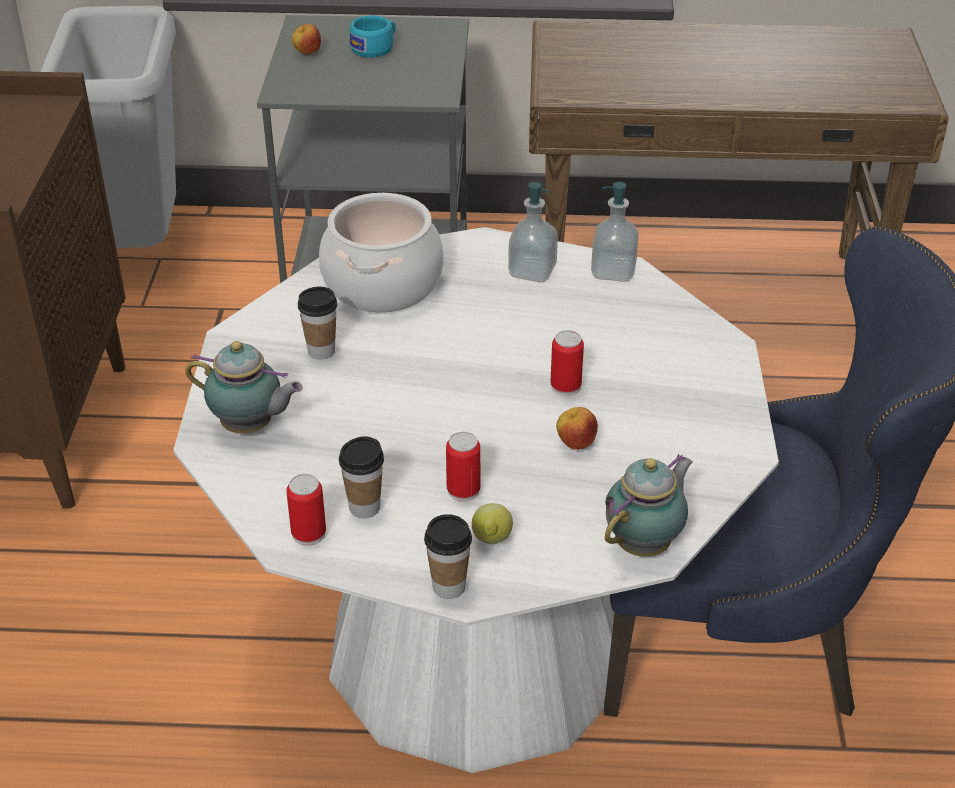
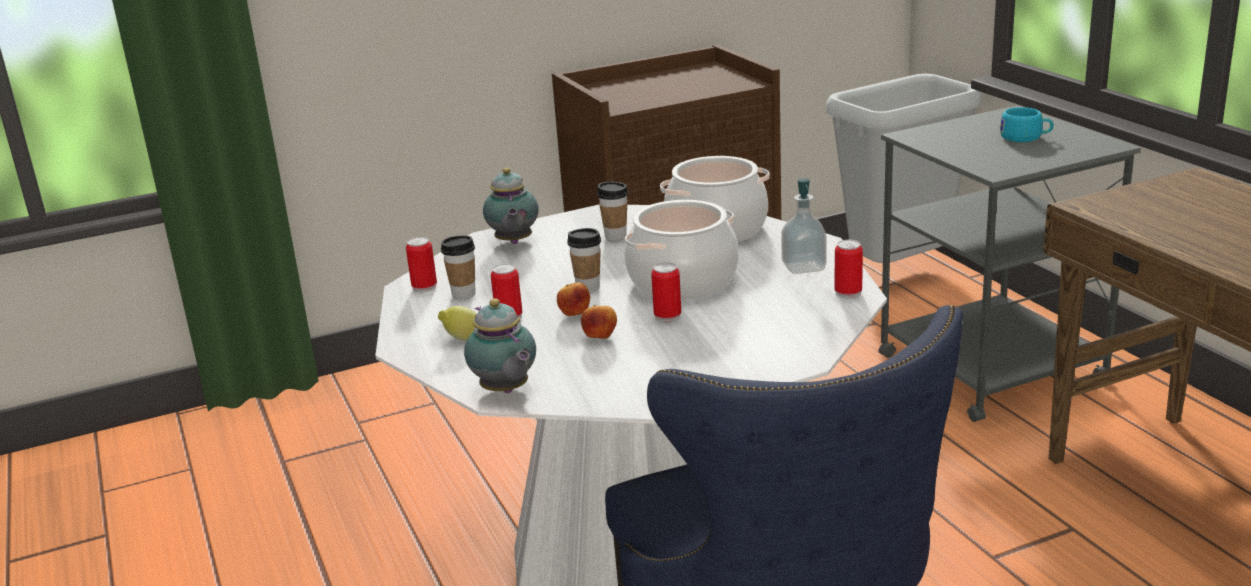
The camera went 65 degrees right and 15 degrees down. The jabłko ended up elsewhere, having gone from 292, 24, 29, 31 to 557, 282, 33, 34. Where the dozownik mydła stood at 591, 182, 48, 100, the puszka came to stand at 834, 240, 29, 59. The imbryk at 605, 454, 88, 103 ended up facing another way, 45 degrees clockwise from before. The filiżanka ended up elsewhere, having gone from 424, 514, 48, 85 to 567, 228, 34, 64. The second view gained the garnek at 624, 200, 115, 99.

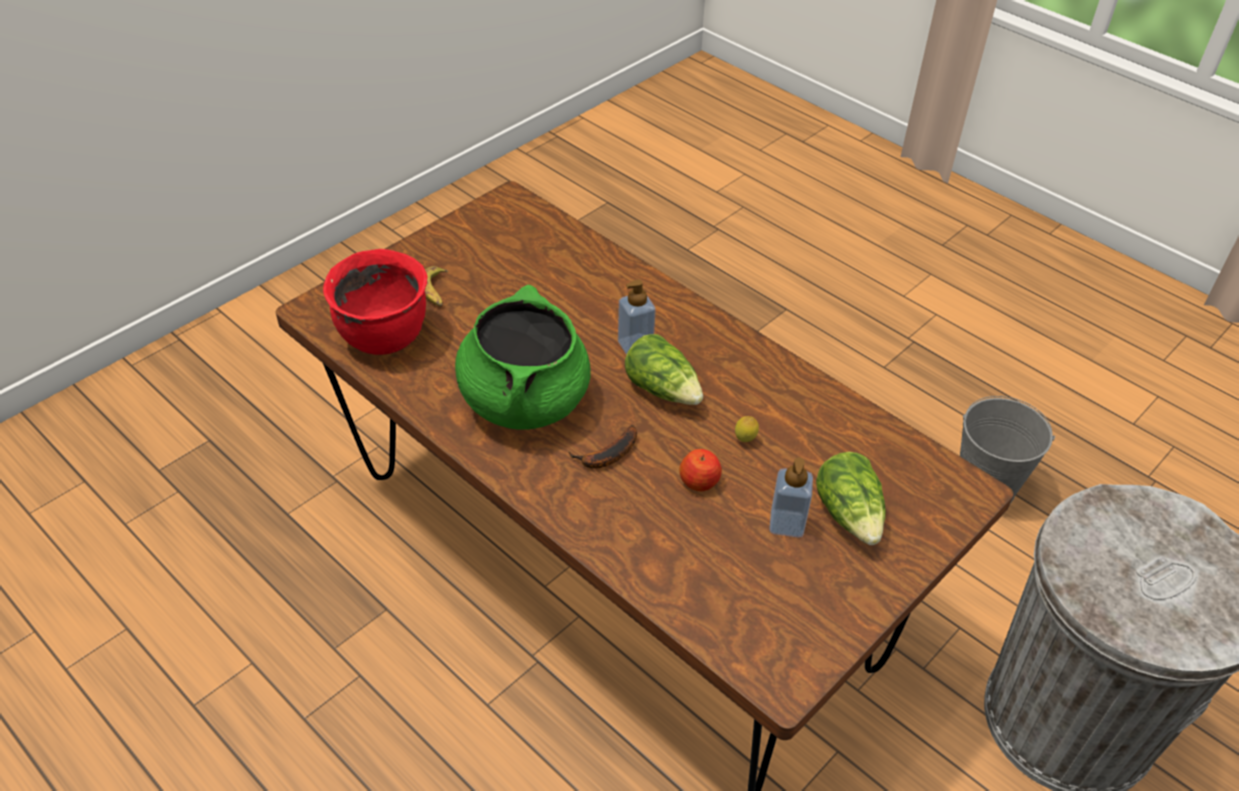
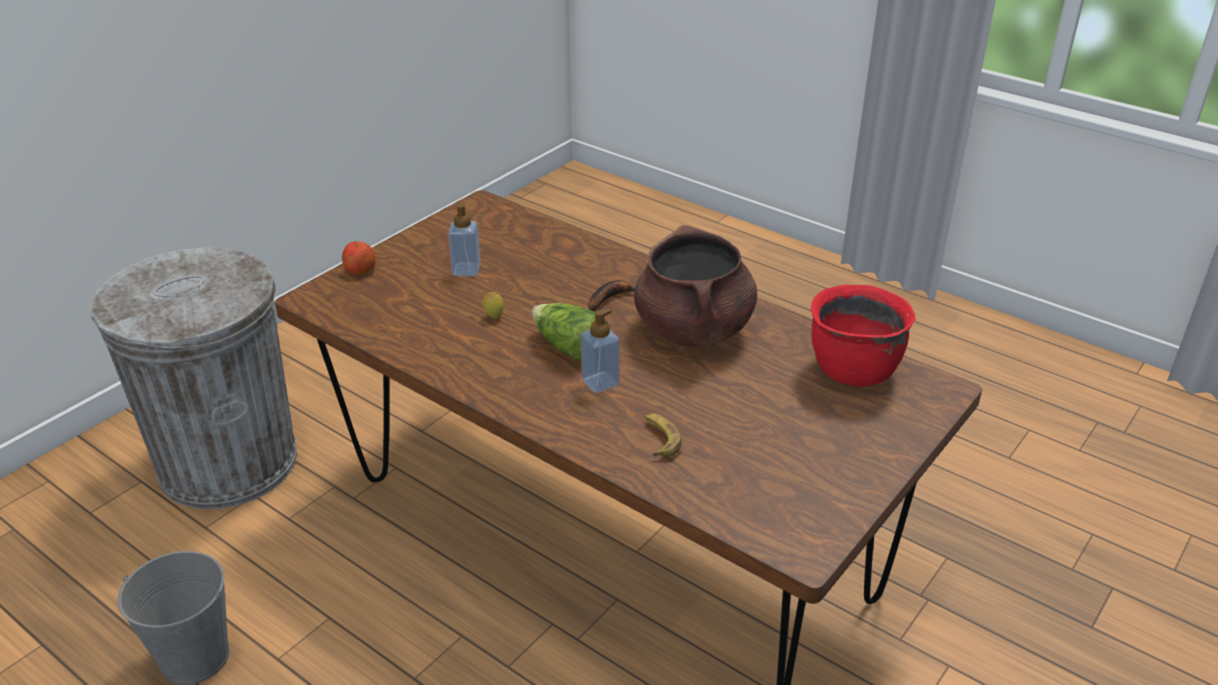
The camera went 175 degrees right and 10 degrees down. The banan ended up elsewhere, having gone from 425, 266, 24, 41 to 644, 413, 38, 44. What was the garnek/zielony at 455, 285, 136, 145 turned into the garnek/brązowy at 634, 225, 123, 122. The jabłko ended up elsewhere, having gone from 679, 449, 43, 42 to 342, 241, 34, 34. The second view lost the sałata at 816, 452, 70, 93.

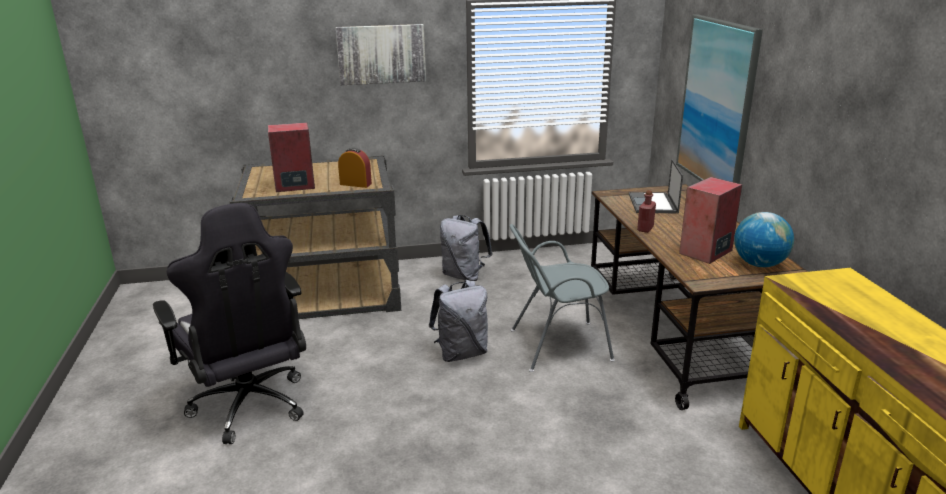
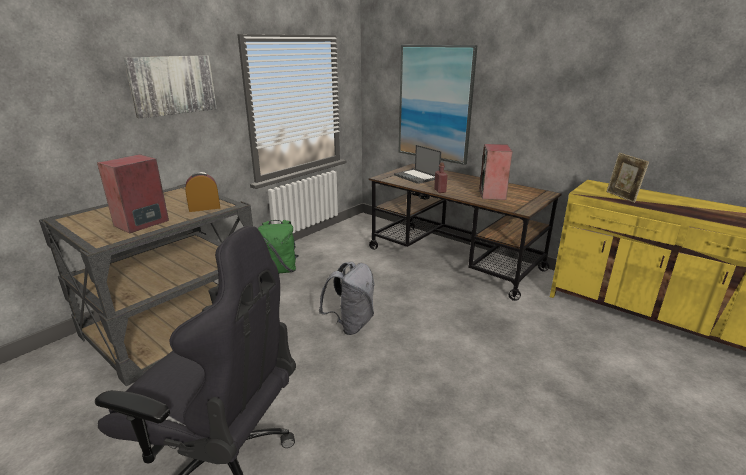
The camera went 40 degrees left and 0 degrees up. The second view lost the globus at 734, 212, 60, 55. What was the plecak/szary at 440, 215, 53, 66 turned into the plecak/zielony at 258, 220, 41, 53. The second view lost the krzesło/szary at 509, 224, 106, 148. The second view gained the ramka na zdjęcie at 606, 153, 43, 50.

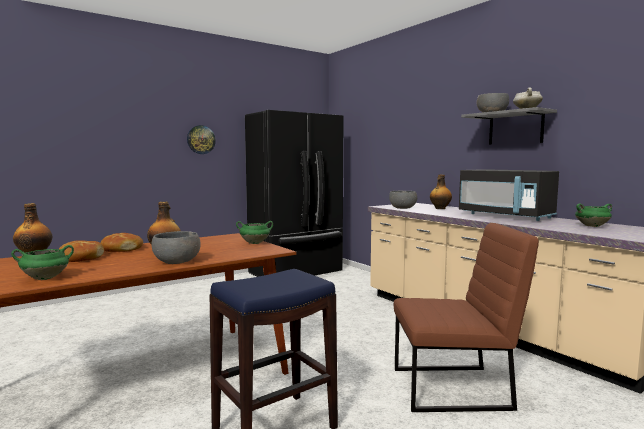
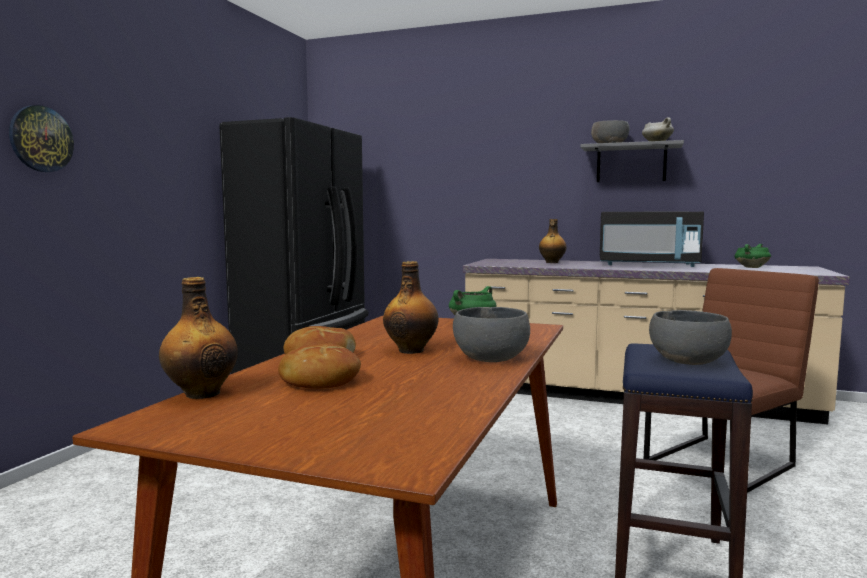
The camera went 35 degrees left and 0 degrees up. The zegar ścienny ended up elsewhere, having gone from 187, 125, 29, 29 to 9, 105, 65, 67. The miska/szary ended up elsewhere, having gone from 389, 191, 28, 18 to 649, 310, 83, 55. The second view lost the garnek/zielony at 11, 245, 63, 35.

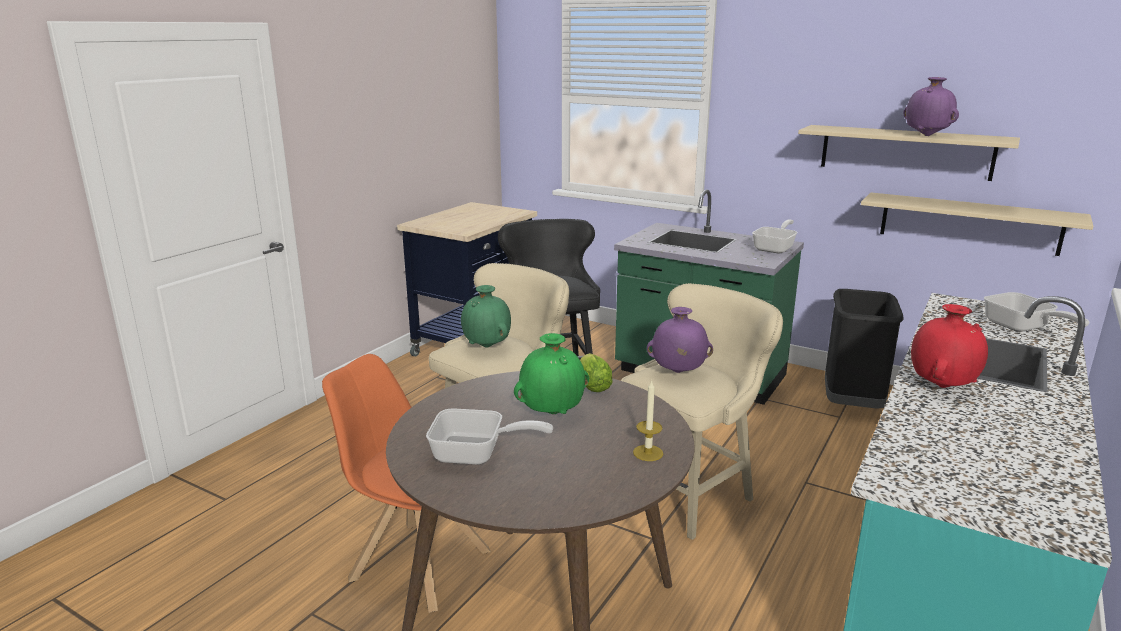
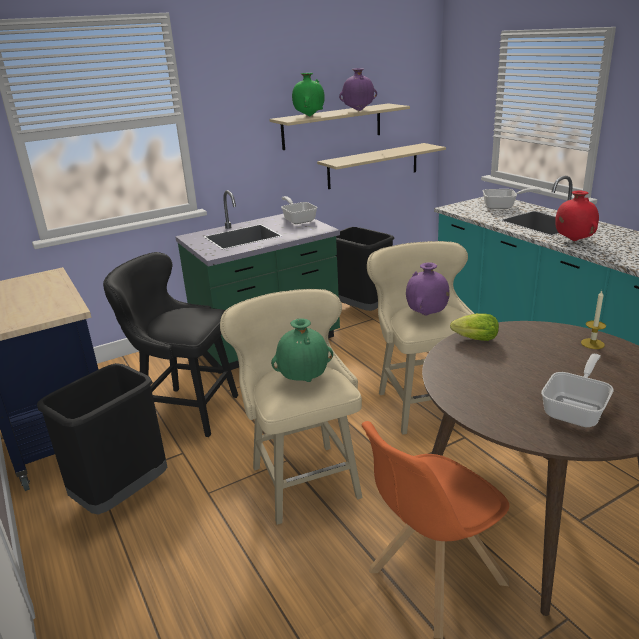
The camera went 60 degrees left and 5 degrees up. The wazon/zielony ended up elsewhere, having gone from 514, 333, 75, 81 to 292, 73, 33, 43. The second view gained the kosz na śmieci/czarny at 37, 363, 130, 152.

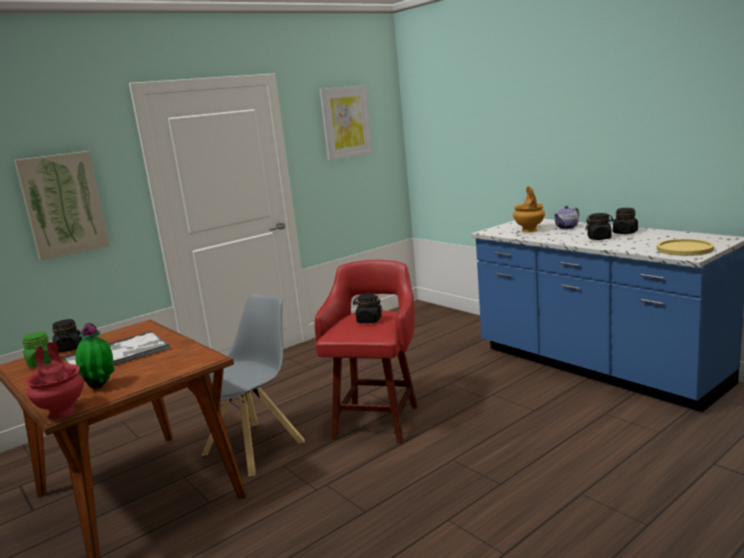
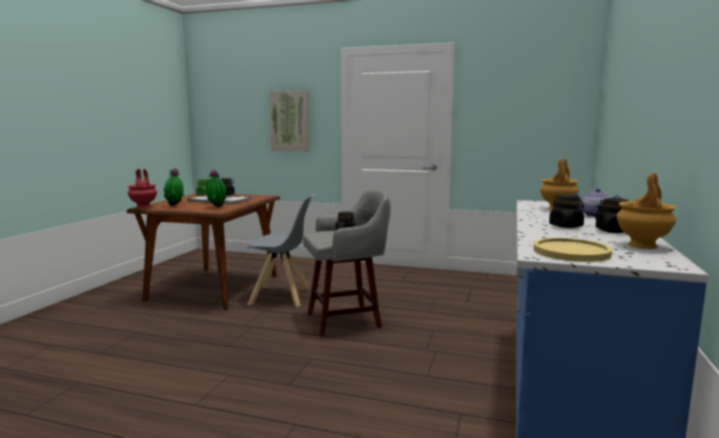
The camera went 55 degrees right and 5 degrees down. The second view lost the obraz at 319, 85, 54, 75. What was the stołek/czerwony at 315, 260, 103, 183 turned into the stołek/szary at 303, 190, 88, 146. The second view gained the roślina doniczkowa at 206, 169, 21, 38. The second view gained the wazon/brązowy at 616, 173, 61, 76.

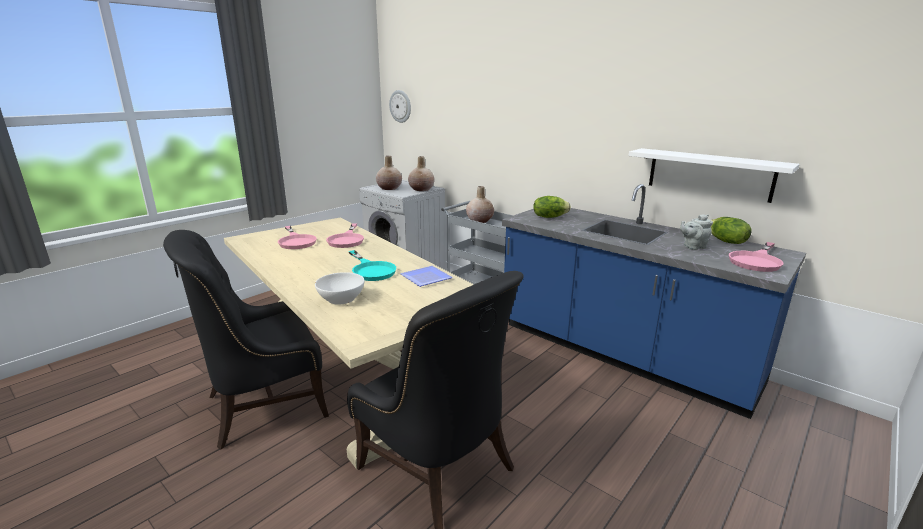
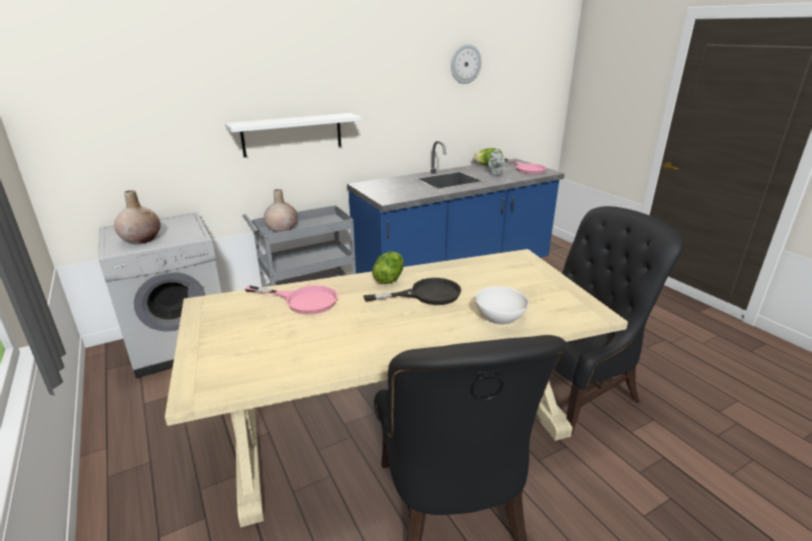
The camera went 70 degrees left and 5 degrees up. The zegar ścienny ended up elsewhere, having gone from 389, 90, 22, 33 to 451, 44, 30, 40. The półka/biały ended up elsewhere, having gone from 629, 148, 171, 55 to 225, 113, 137, 44. The second view lost the wazon/beżowy at 408, 156, 27, 35. The sałata ended up elsewhere, having gone from 533, 196, 38, 22 to 372, 252, 32, 32. The second view lost the patelnia/różowy at 278, 226, 39, 23. What was the patelnia/turkusowy at 349, 250, 47, 31 turned into the patelnia/czarny at 363, 278, 98, 27. The second view lost the talerz at 400, 266, 53, 21.

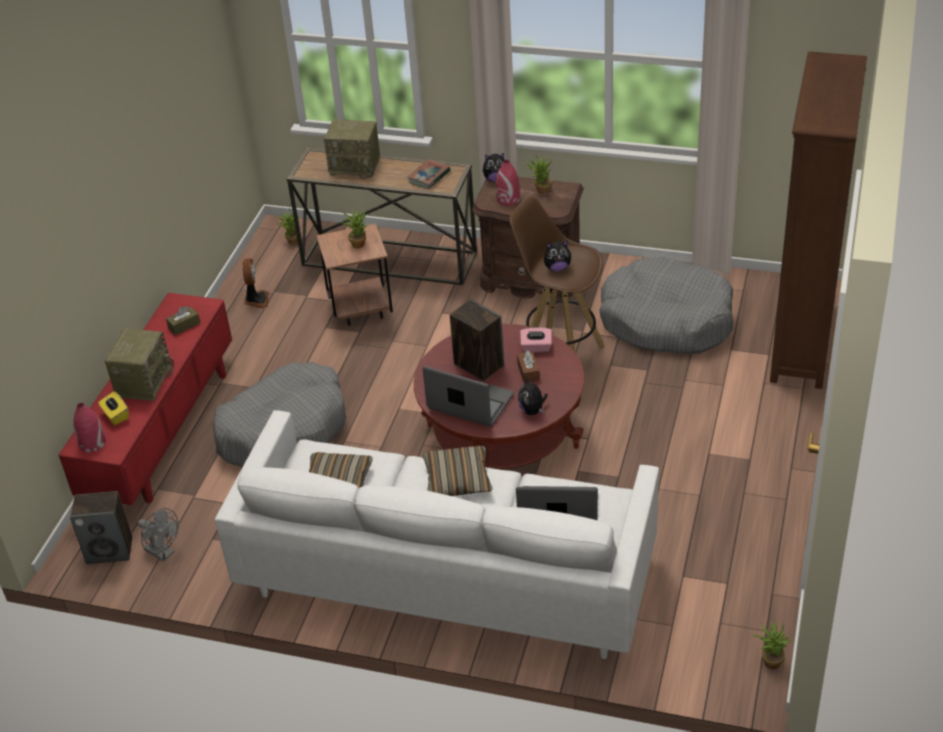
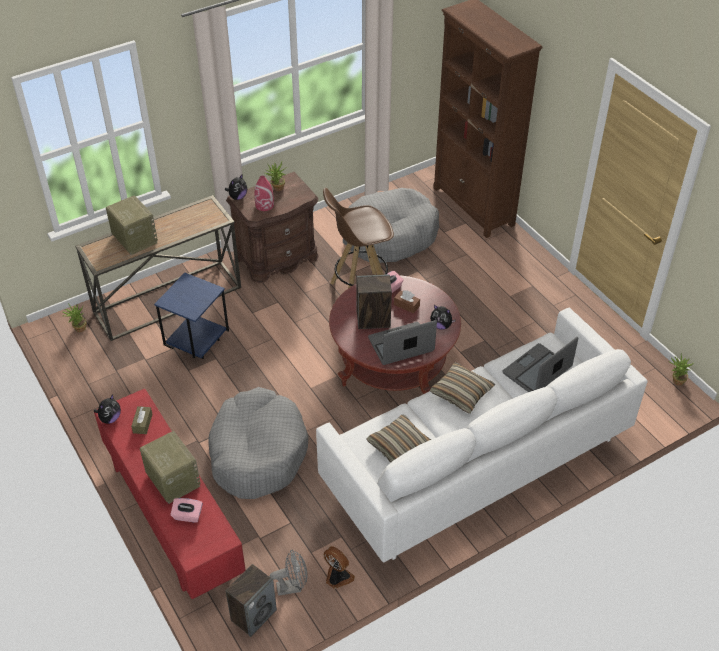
The camera went 50 degrees left and 5 degrees up. The radio at 324, 119, 56, 60 ended up facing another way, 90 degrees counterclockwise from before. The second view lost the książka at 407, 159, 44, 30. The second view lost the roślina doniczkowa at 341, 208, 26, 41. What was the stolik/brązowy at 316, 224, 77, 102 turned into the stolik/niebieski at 154, 272, 75, 87. The pluszak ended up elsewhere, having gone from 544, 241, 28, 31 to 94, 395, 27, 29. The wentylator ended up elsewhere, having gone from 243, 258, 25, 50 to 324, 546, 31, 43. What was the pudełko chusteczek/żółty at 98, 391, 31, 34 turned into the pudełko chusteczek/różowy at 170, 498, 33, 25. The second view lost the wazon/czerwony at 73, 403, 33, 49.

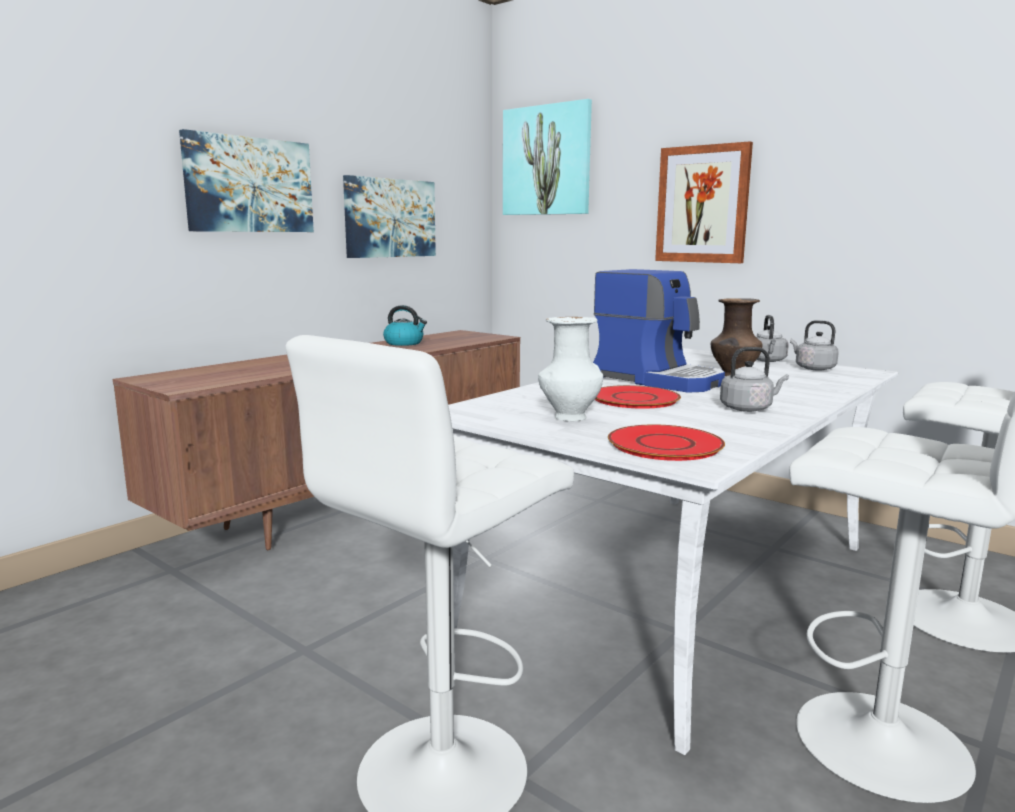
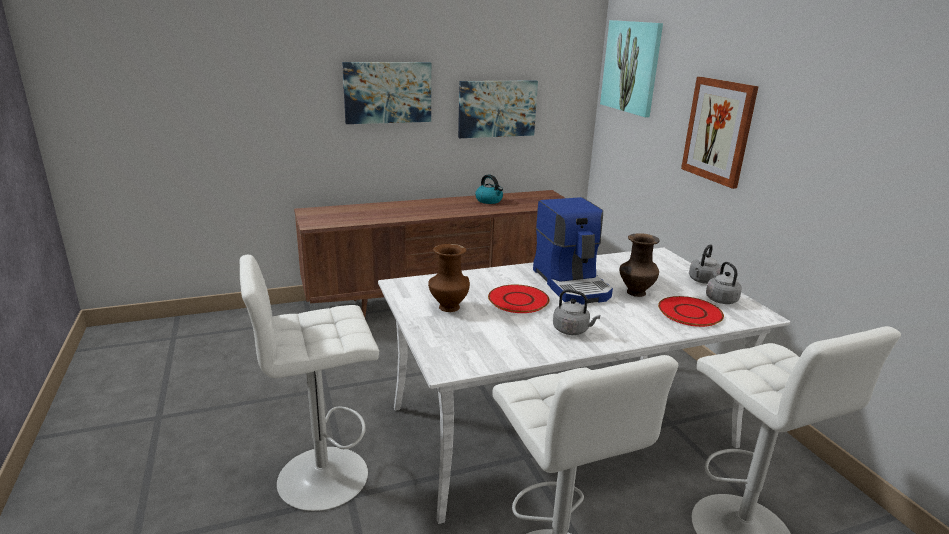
The camera went 30 degrees right and 10 degrees up. What was the wazon/biały at 538, 317, 65, 104 turned into the wazon/brązowy at 428, 244, 42, 68. The talerz/czerwony ended up elsewhere, having gone from 608, 425, 117, 36 to 658, 296, 66, 31.

